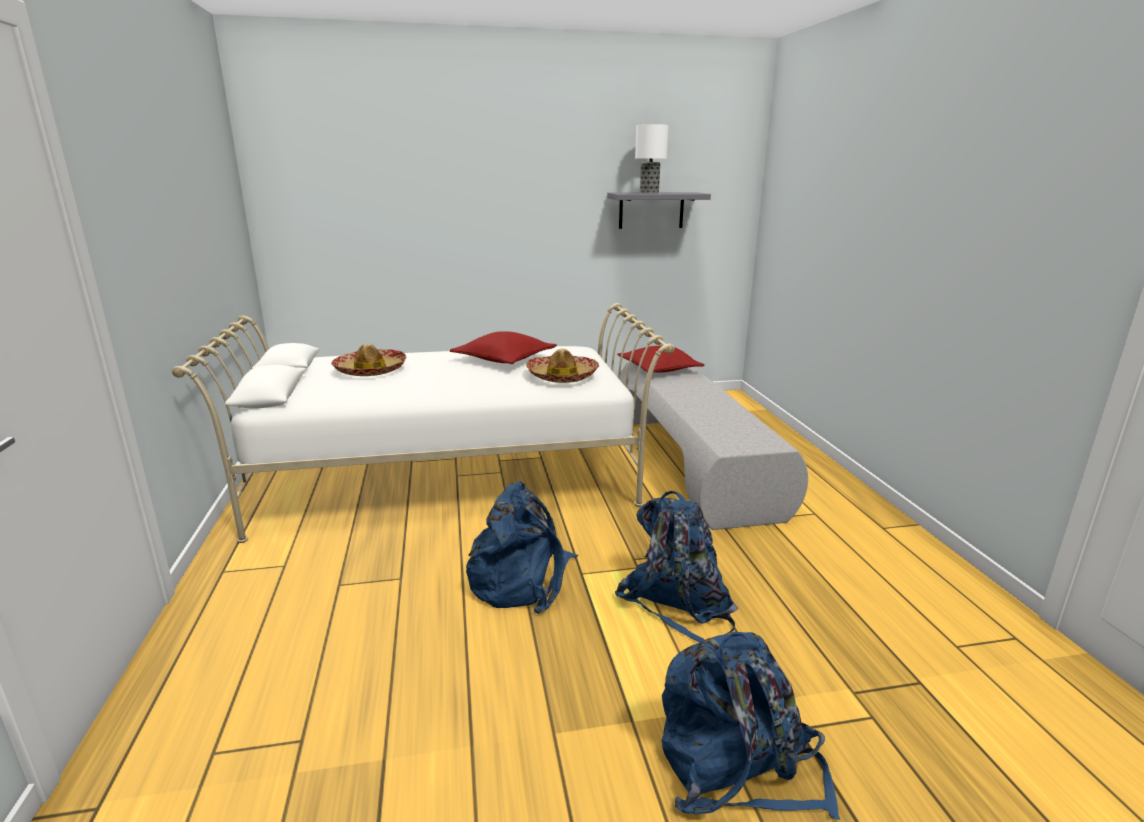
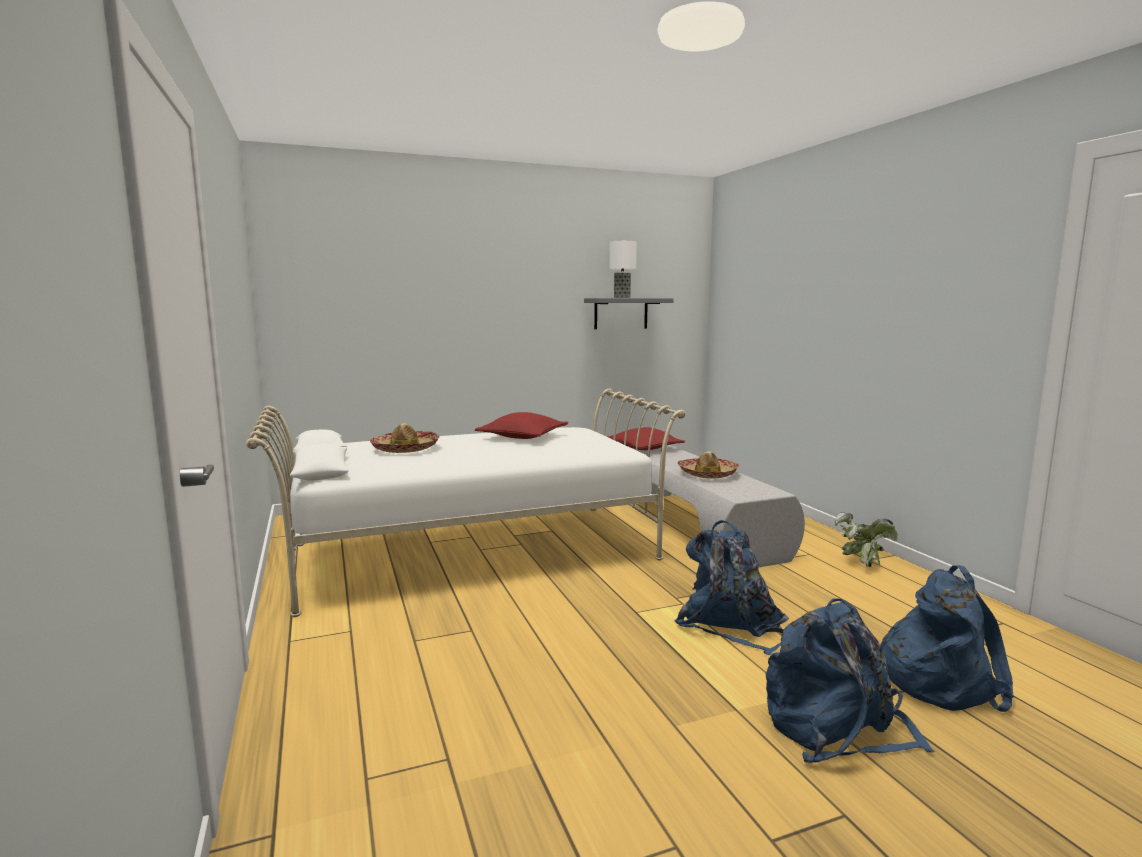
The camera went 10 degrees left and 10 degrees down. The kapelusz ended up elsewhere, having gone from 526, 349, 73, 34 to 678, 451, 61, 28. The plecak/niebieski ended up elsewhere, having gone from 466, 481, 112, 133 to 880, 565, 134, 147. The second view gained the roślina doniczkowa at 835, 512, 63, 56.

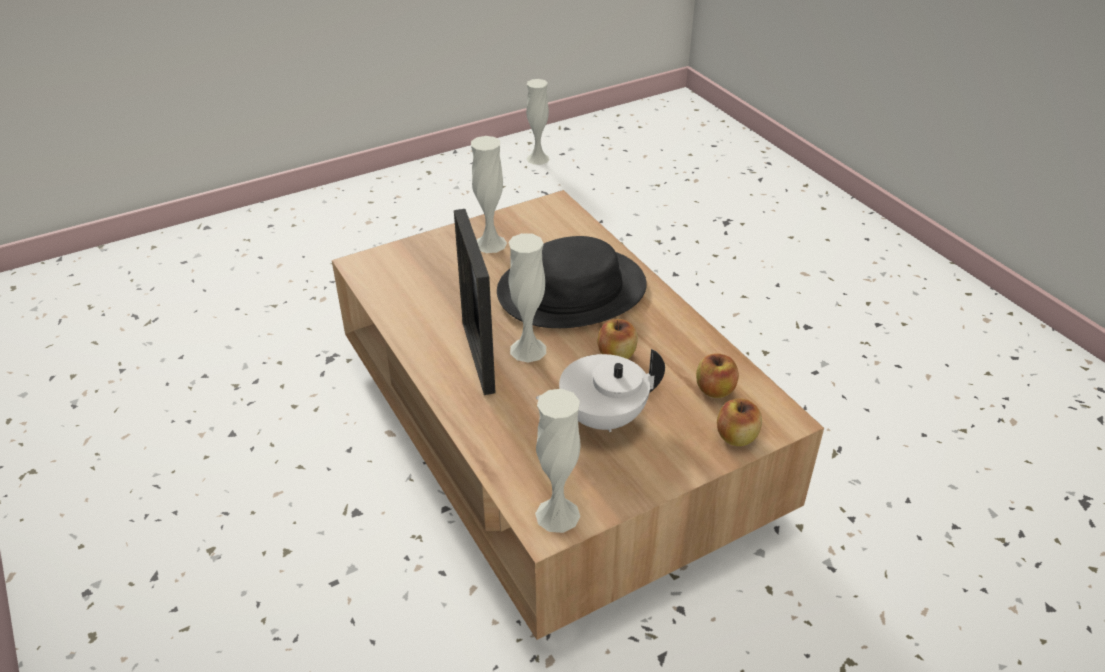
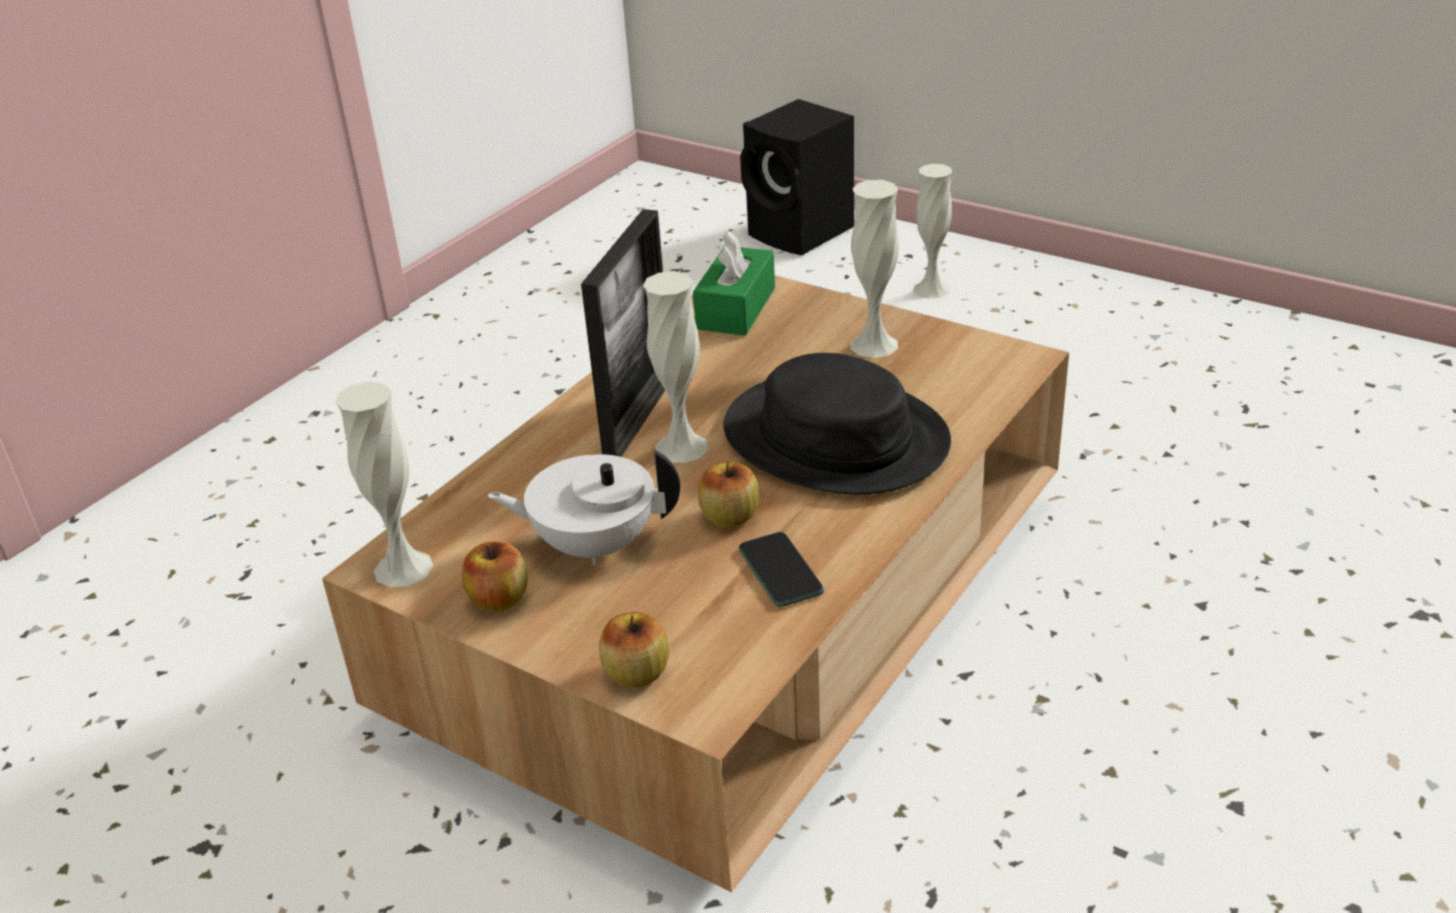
The camera went 65 degrees right and 5 degrees down. The wazon/biały ended up elsewhere, having gone from 526, 79, 24, 86 to 913, 164, 39, 135. The ramka na zdjęcie at 454, 209, 42, 186 ended up facing another way, 150 degrees clockwise from before. The imbryk/biały at 536, 349, 129, 83 ended up facing another way, 45 degrees counterclockwise from before. The jabłko ended up elsewhere, having gone from 696, 353, 43, 45 to 462, 541, 66, 71. The second view gained the głośnik/czarny at 740, 99, 114, 157. The second view gained the pudełko chusteczek/zielony at 693, 231, 82, 105. The second view gained the telefon at 739, 532, 85, 75.

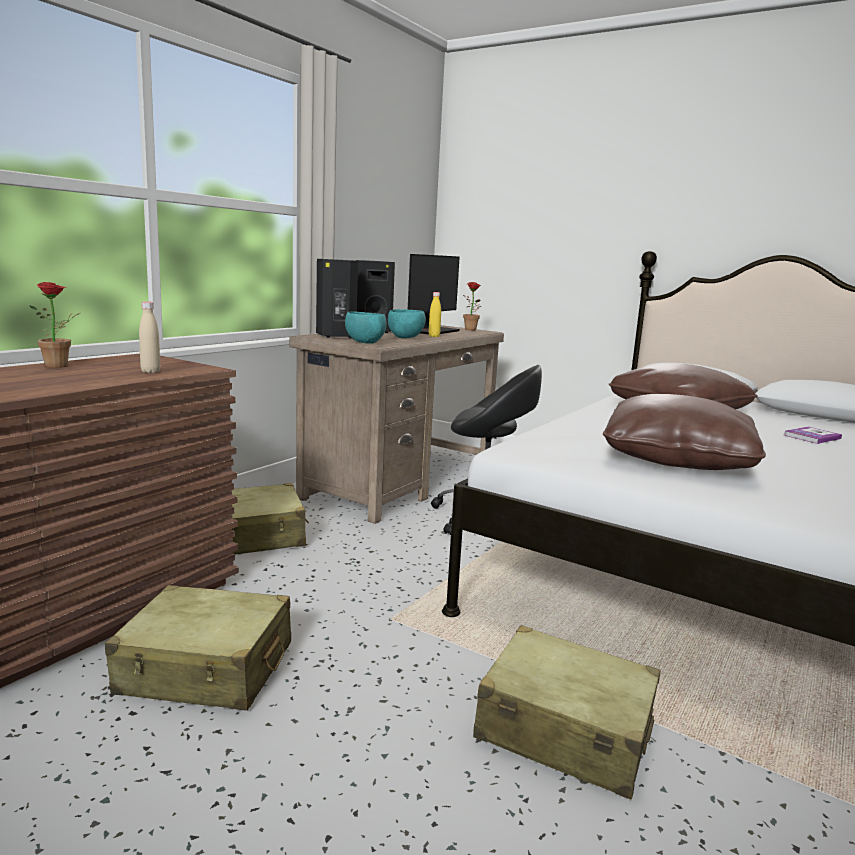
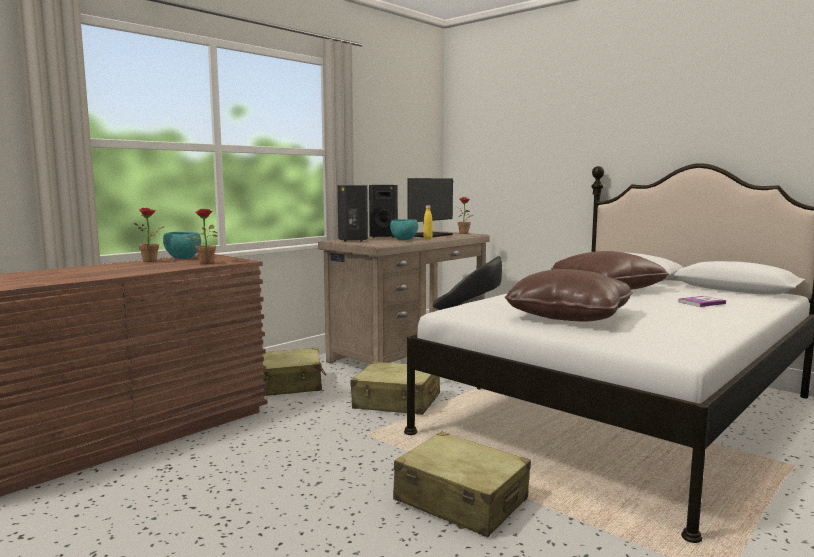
The camera went 10 degrees right and 5 degrees down. Where the butelka/beżowy stood at 139, 301, 22, 72, the roślina doniczkowa came to stand at 184, 208, 34, 56. The miska/turkusowy ended up elsewhere, having gone from 345, 311, 42, 33 to 163, 232, 38, 27. The walizka/beżowy ended up elsewhere, having gone from 105, 585, 186, 126 to 350, 362, 90, 53.

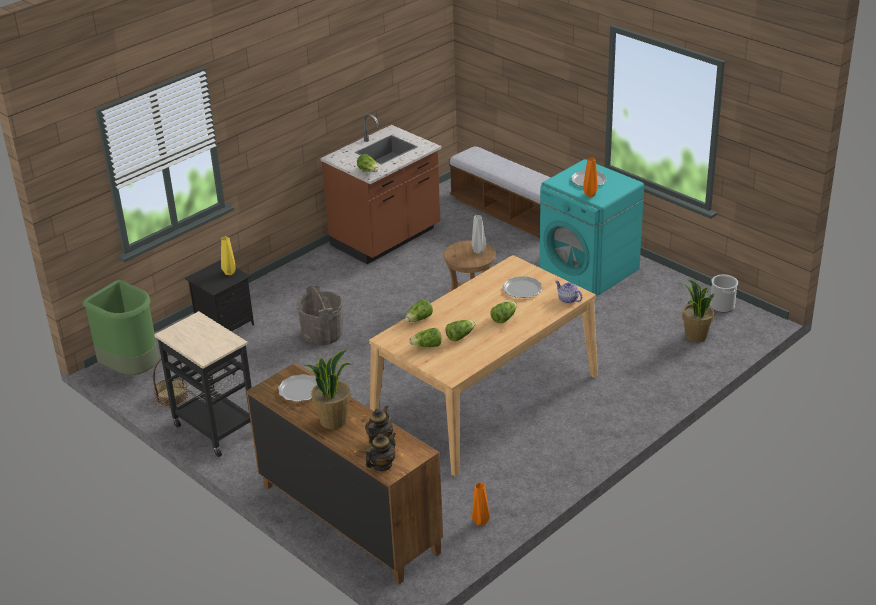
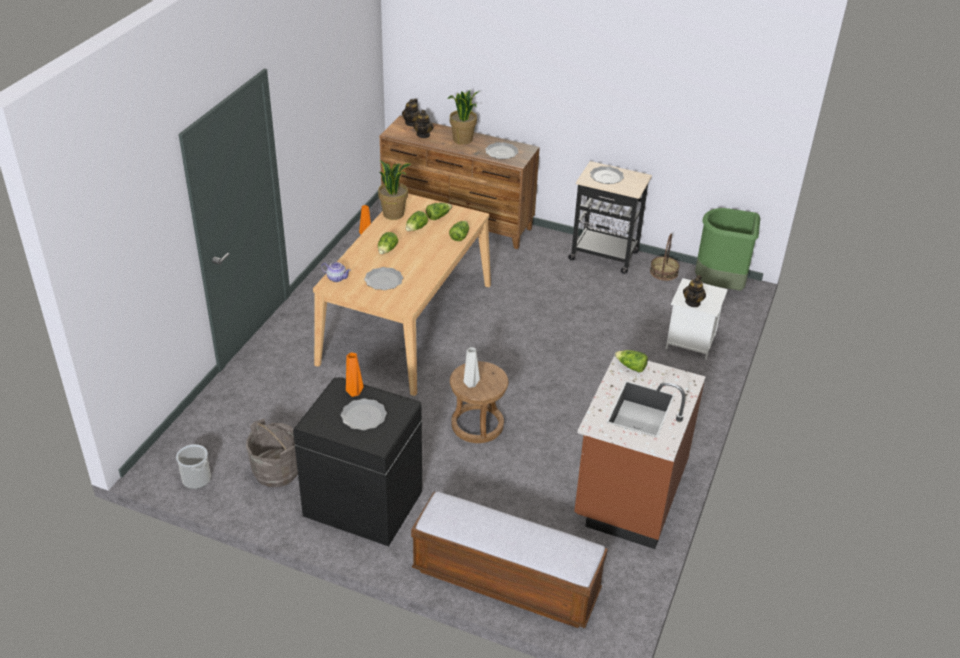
The camera went 155 degrees right and 5 degrees up. What was the pralka/turkusowy at 540, 159, 104, 136 turned into the pralka/czarny at 293, 377, 129, 169. Where the wazon/żółty stood at 221, 236, 15, 39, the imbryk came to stand at 683, 275, 23, 32. What was the szafka nocna/czarny at 185, 260, 69, 72 turned into the szafka nocna/biały at 666, 278, 62, 82. The roślina doniczkowa ended up elsewhere, having gone from 681, 280, 34, 62 to 378, 160, 33, 60. The wiadro/szary ended up elsewhere, having gone from 296, 285, 47, 61 to 246, 419, 52, 68. The second view gained the talerz at 590, 166, 34, 18.

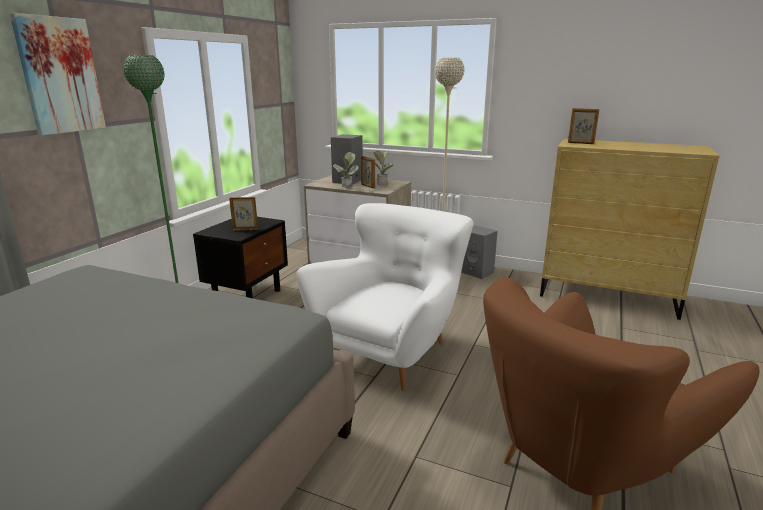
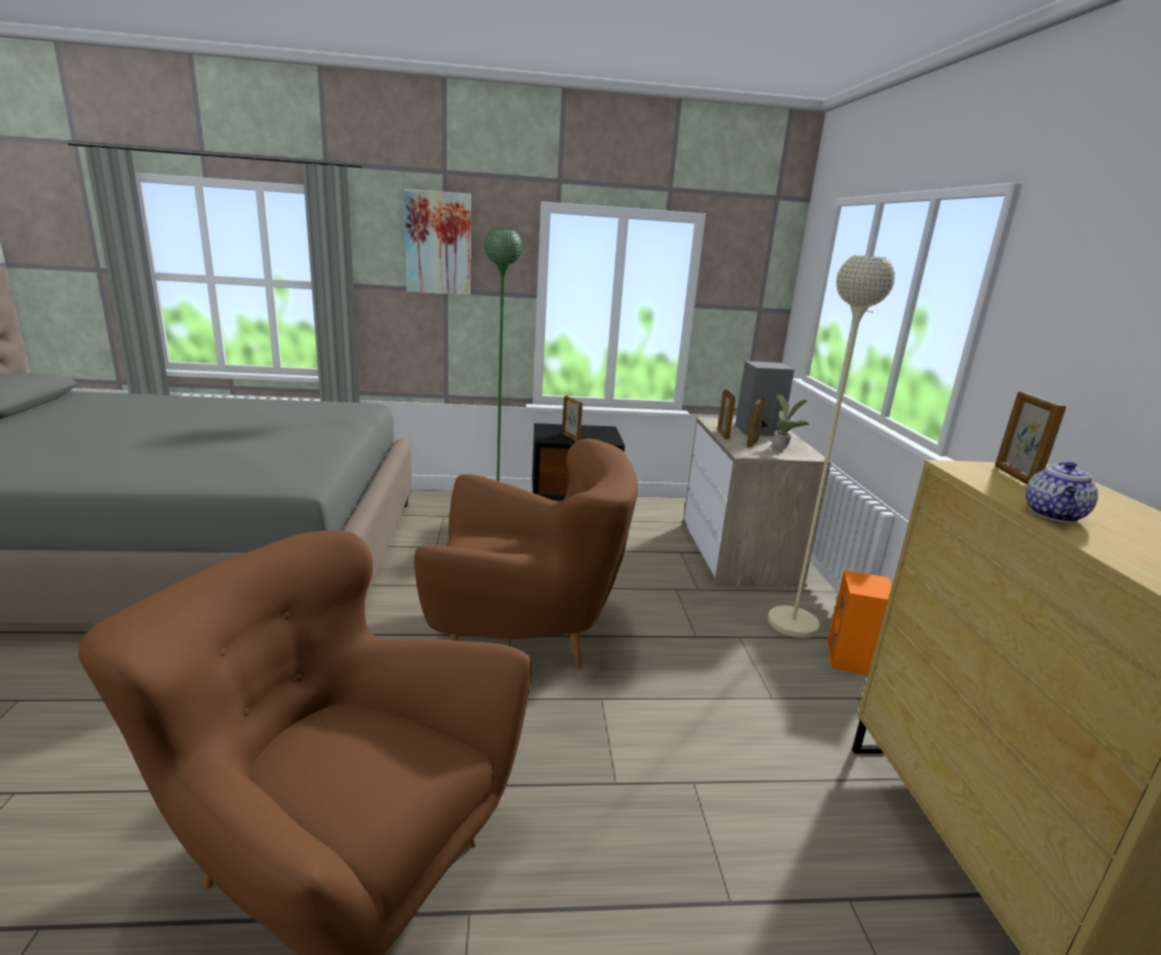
The camera went 60 degrees right and 0 degrees up. Where the roślina doniczkowa stood at 333, 152, 26, 35, the ramka na zdjęcie came to stand at 717, 390, 19, 50. What was the fotel/biały at 296, 203, 177, 188 turned into the fotel/brązowy at 414, 439, 224, 230. What was the głośnik/szary at 461, 225, 37, 54 turned into the głośnik/pomarańczowy at 827, 570, 65, 105. The second view gained the imbryk at 1026, 461, 72, 61.

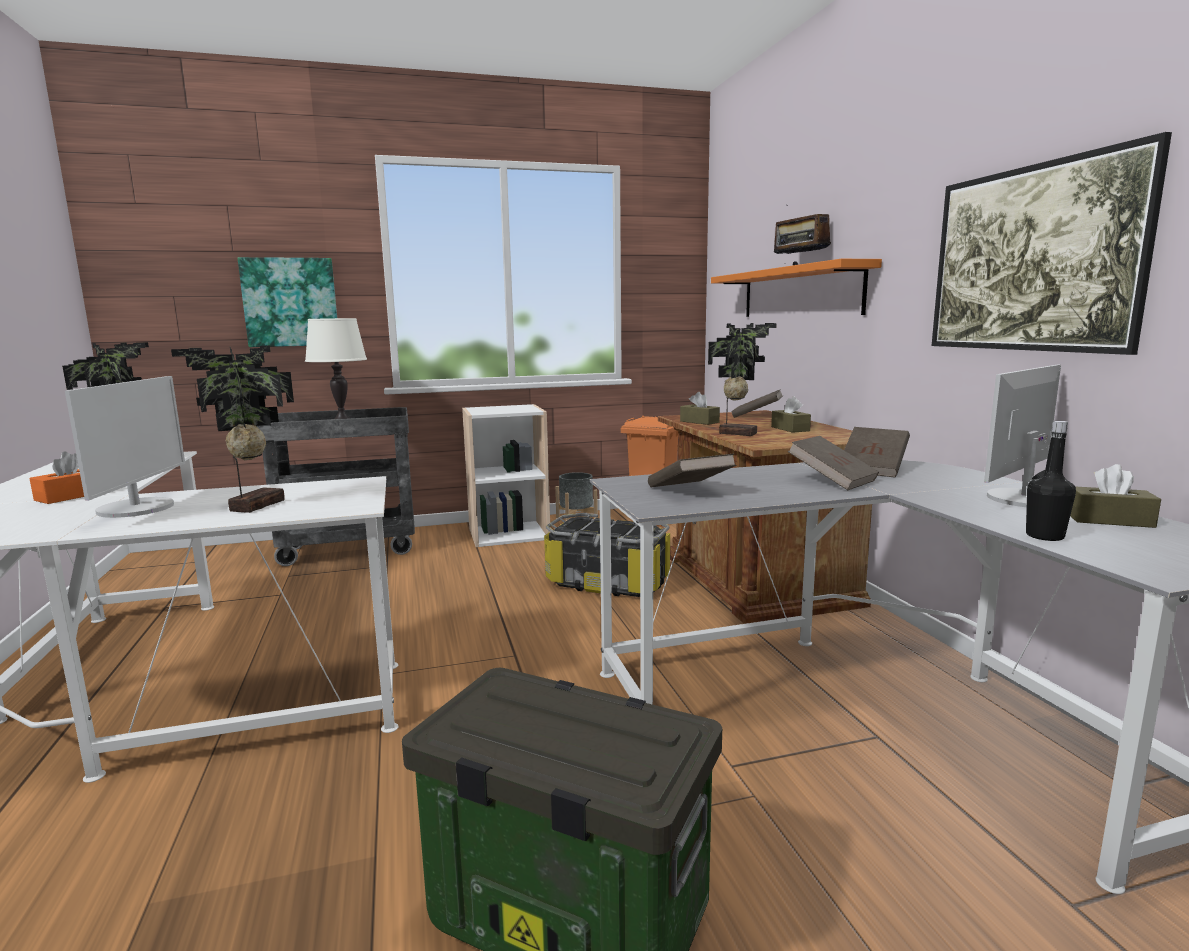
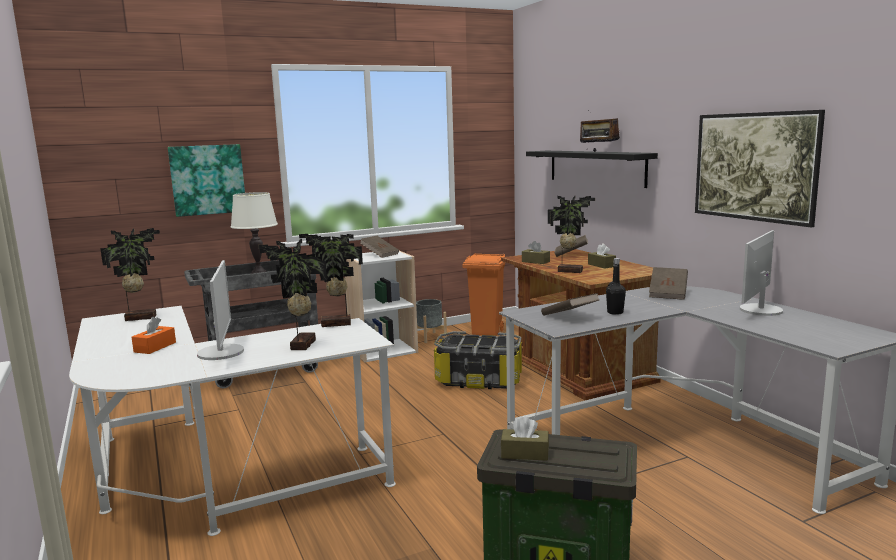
The camera went 10 degrees left and 0 degrees up. What was the półka/pomarańczowy at 711, 259, 171, 58 turned into the półka/czarny at 526, 151, 132, 37. The butelka/czarny ended up elsewhere, having gone from 1026, 421, 50, 120 to 606, 258, 20, 57. The książka/brązowy ended up elsewhere, having gone from 788, 436, 91, 54 to 360, 236, 39, 22. The pudełko chusteczek/brązowy ended up elsewhere, having gone from 1070, 464, 91, 64 to 501, 416, 48, 45. The second view gained the roślina doniczkowa at 299, 234, 64, 93.

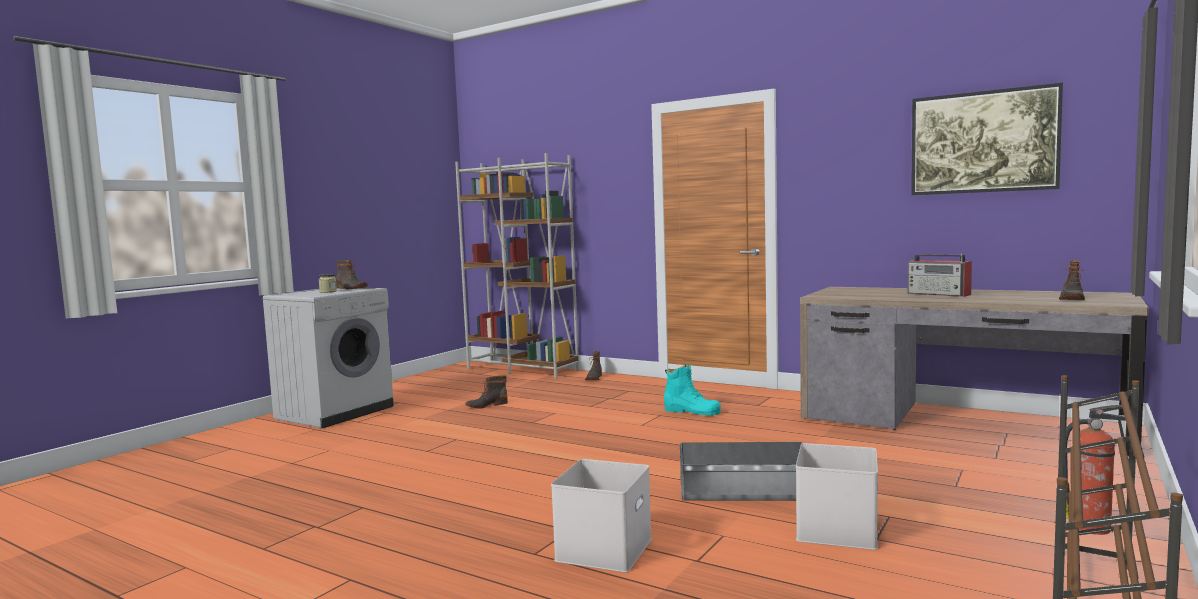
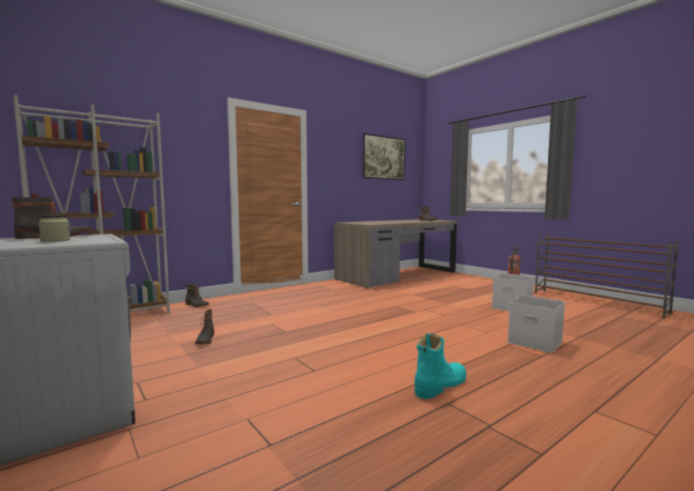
The camera went 70 degrees left and 0 degrees up. The second view lost the radio at 907, 253, 65, 44. The but z cholewką/turkusowy ended up elsewhere, having gone from 664, 365, 57, 51 to 414, 334, 52, 65. The second view lost the pojemnik do przechowywania/szary at 680, 442, 122, 59.

